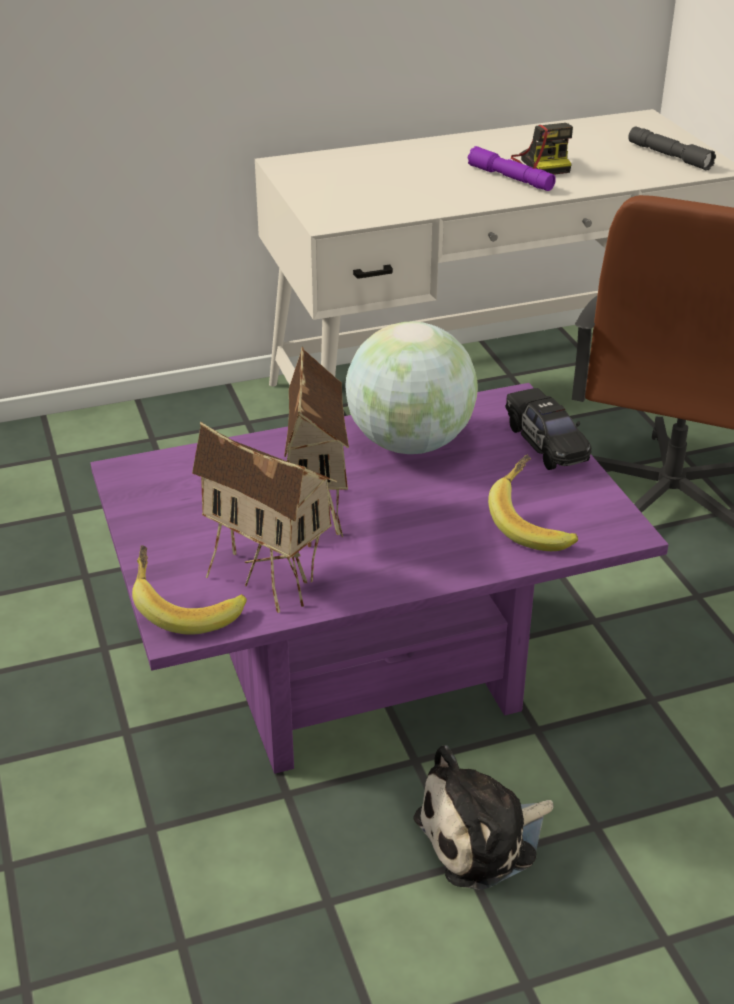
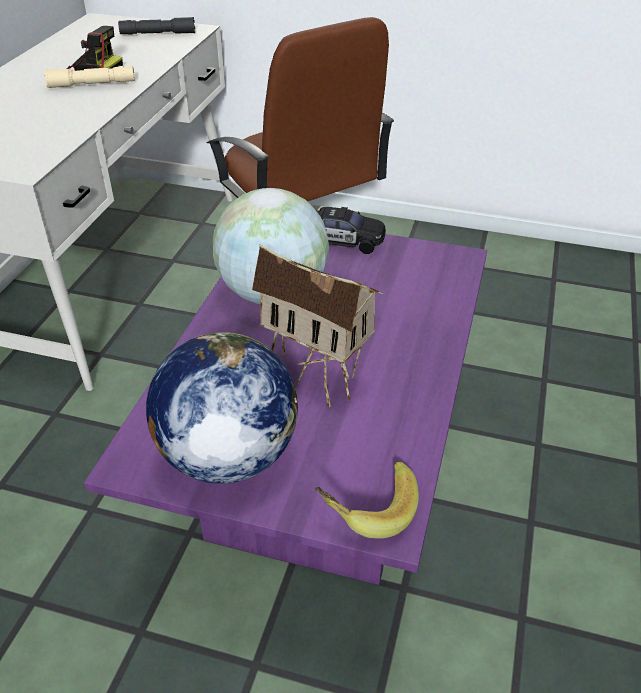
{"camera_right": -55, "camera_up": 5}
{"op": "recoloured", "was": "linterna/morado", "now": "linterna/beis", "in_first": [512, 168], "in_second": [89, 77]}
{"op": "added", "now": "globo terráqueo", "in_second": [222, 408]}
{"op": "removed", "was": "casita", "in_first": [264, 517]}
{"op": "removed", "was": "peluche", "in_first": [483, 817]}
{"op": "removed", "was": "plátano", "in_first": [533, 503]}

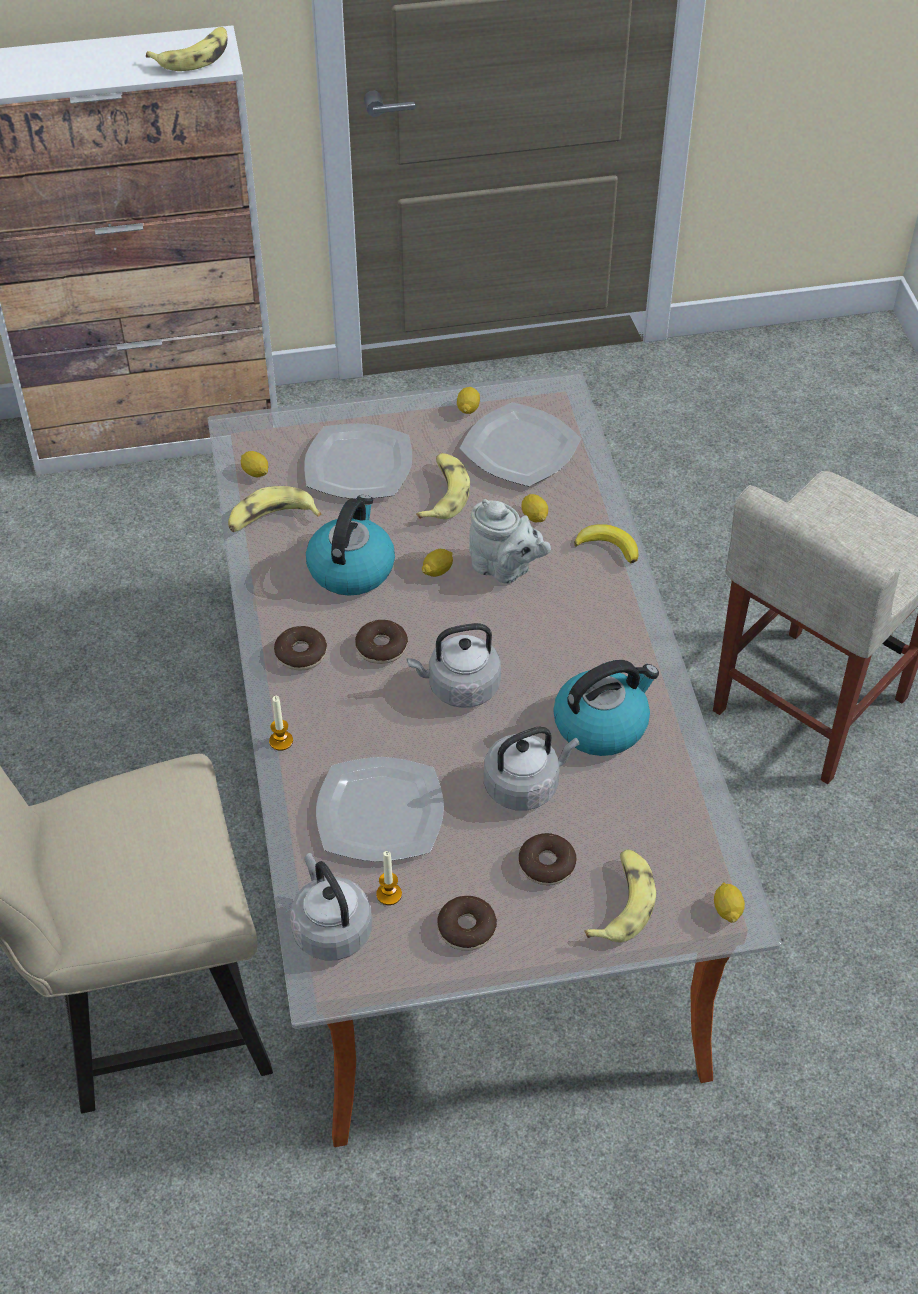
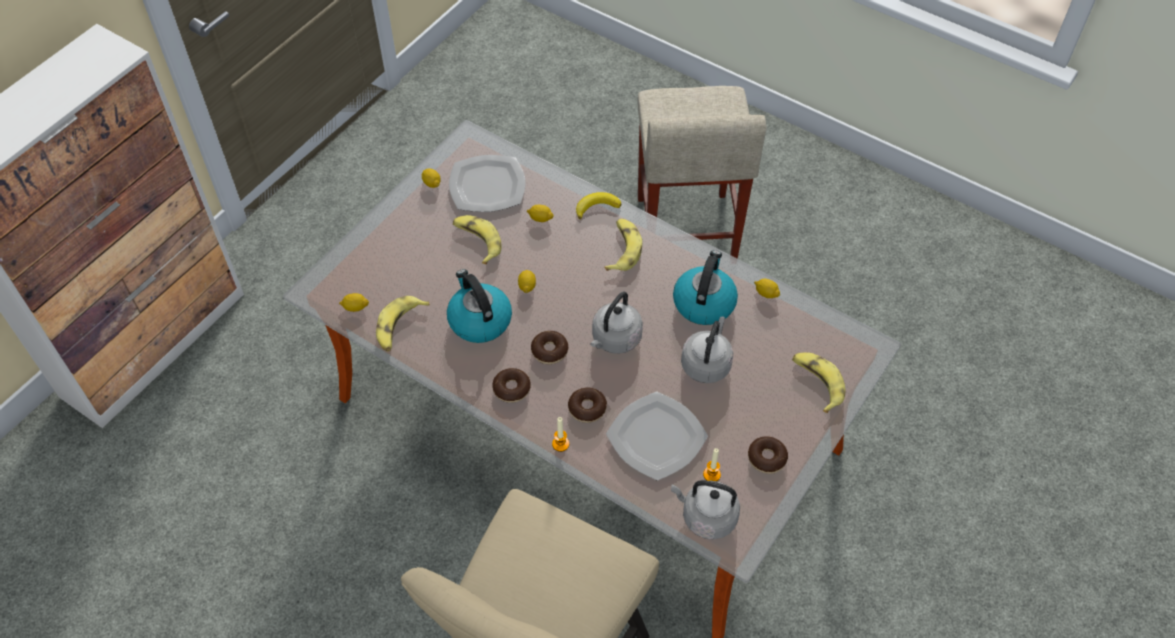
{"camera_right": -45, "camera_up": 5}
{"op": "moved", "was": "rosquilla", "in_first": [547, 859], "in_second": [587, 405]}
{"op": "moved", "was": "plátano", "in_first": [186, 49], "in_second": [623, 245]}
{"op": "moved", "was": "limón", "in_first": [729, 902], "in_second": [767, 288]}
{"op": "removed", "was": "plato", "in_first": [358, 461]}
{"op": "removed", "was": "tetera/gris", "in_first": [510, 541]}

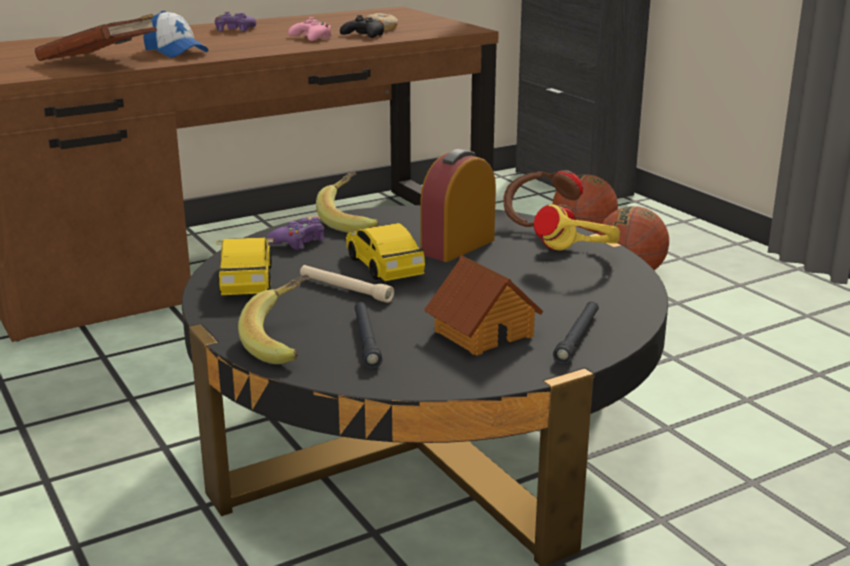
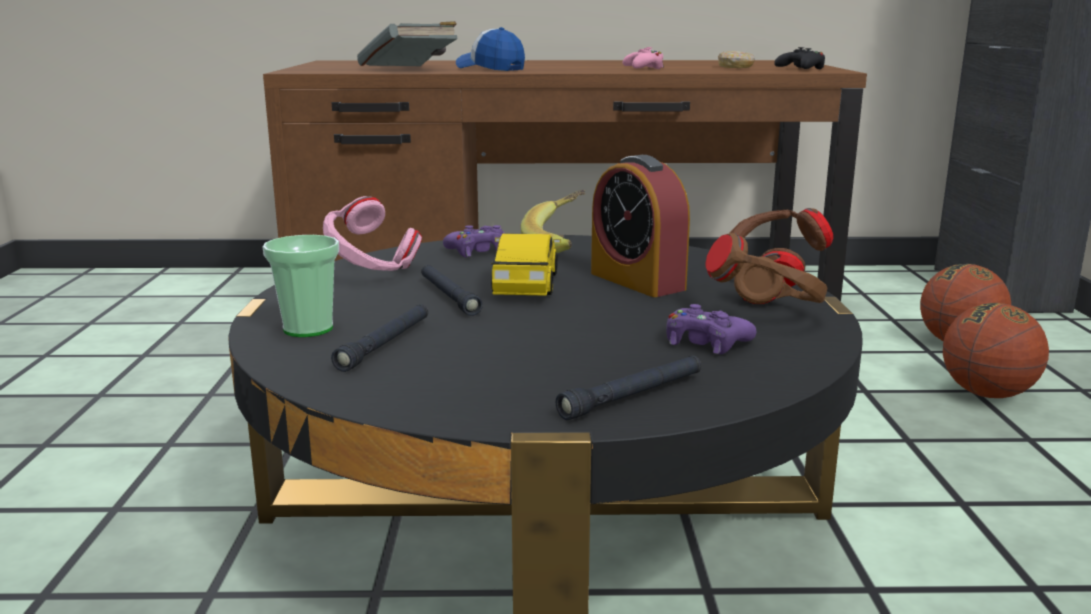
{"camera_right": 30, "camera_up": -5}
{"op": "replaced", "was": "plátano", "now": "taza", "in_first": [274, 319], "in_second": [301, 286]}
{"op": "replaced", "was": "coche de juguete", "now": "auriculares/rosa", "in_first": [245, 266], "in_second": [372, 233]}
{"op": "recoloured", "was": "libro/marrón", "now": "libro/gris", "in_first": [96, 37], "in_second": [407, 43]}
{"op": "recoloured", "was": "linterna/beis", "now": "linterna/negro", "in_first": [347, 284], "in_second": [452, 290]}
{"op": "turned", "was": "gorra", "in_first": [176, 34], "in_second": [490, 49], "clockwise": 150}
{"op": "turned", "was": "despertador", "in_first": [458, 205], "in_second": [640, 226], "clockwise": -105}
{"op": "moved", "was": "mando de consola/morado", "in_first": [235, 22], "in_second": [711, 329]}
{"op": "recoloured", "was": "auriculares/amarillo", "now": "auriculares/marrón", "in_first": [577, 227], "in_second": [766, 269]}
{"op": "moved", "was": "mando de consola/negro", "in_first": [362, 26], "in_second": [799, 58]}
{"op": "removed", "was": "casita", "in_first": [483, 305]}

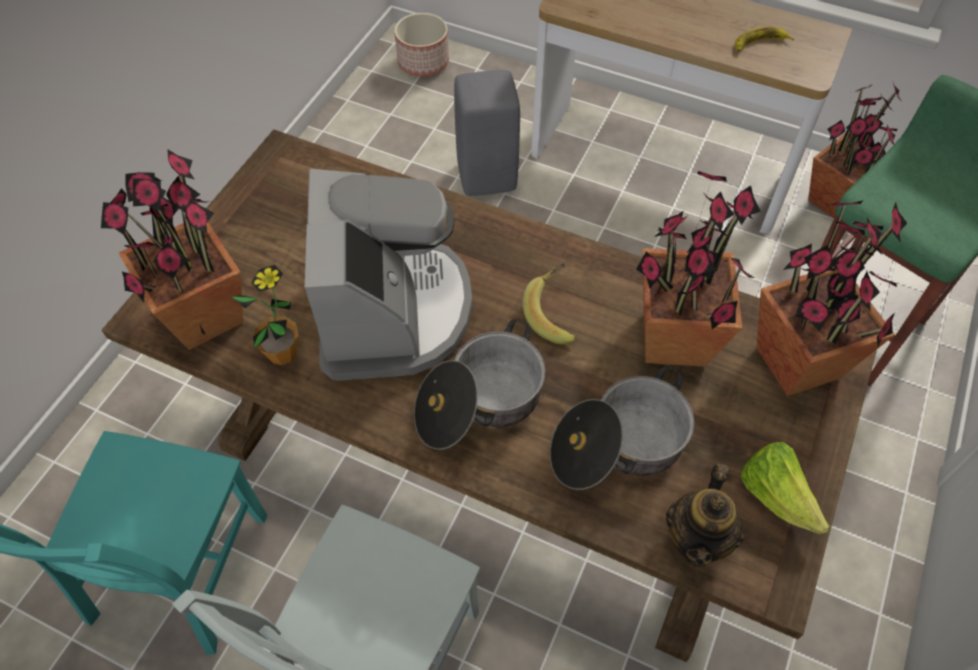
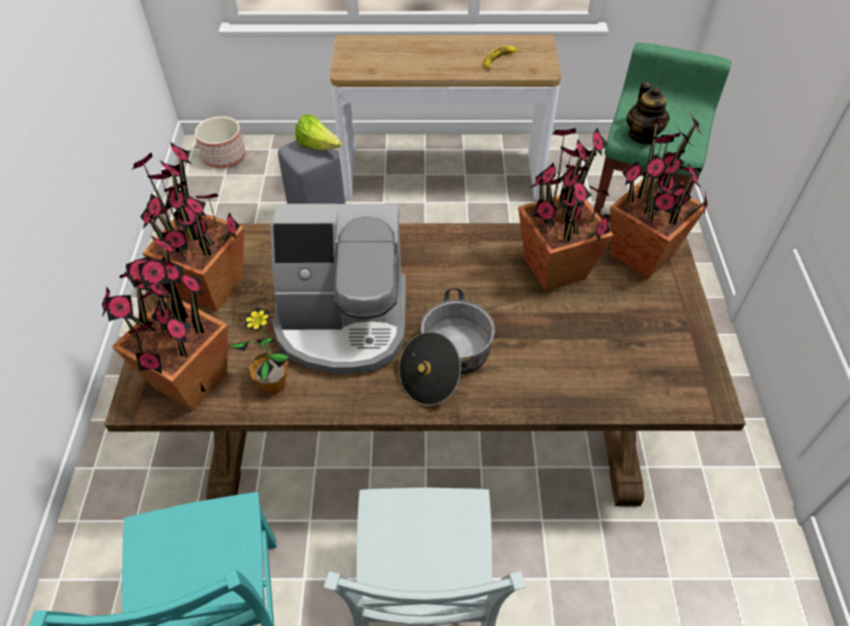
{"camera_right": -25, "camera_up": -5}
{"op": "moved", "was": "planta en maceta", "in_first": [855, 150], "in_second": [187, 227]}
{"op": "turned", "was": "cafetera", "in_first": [388, 274], "in_second": [338, 289], "clockwise": 120}
{"op": "moved", "was": "lechuga", "in_first": [785, 488], "in_second": [318, 132]}
{"op": "moved", "was": "tetera", "in_first": [705, 515], "in_second": [648, 113]}
{"op": "removed", "was": "plátano", "in_first": [549, 303]}
{"op": "removed", "was": "olla", "in_first": [622, 428]}

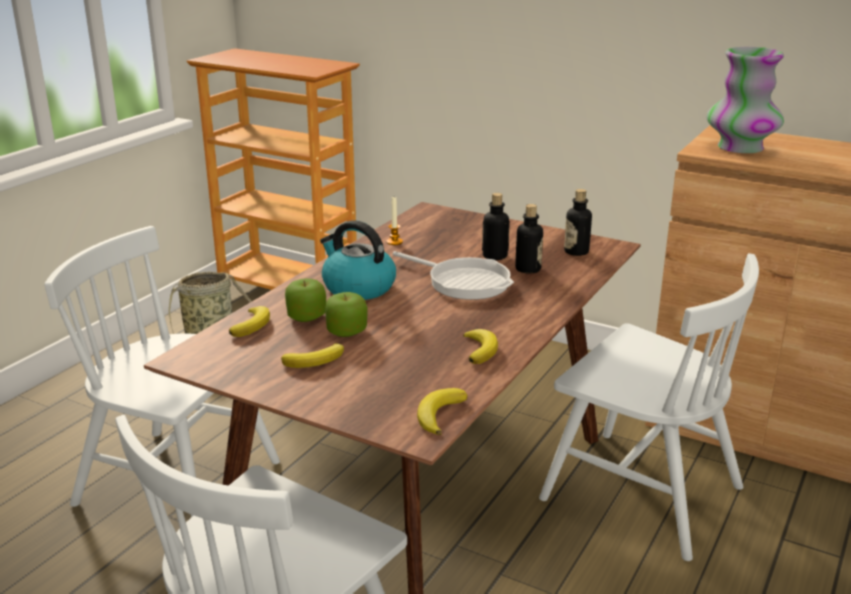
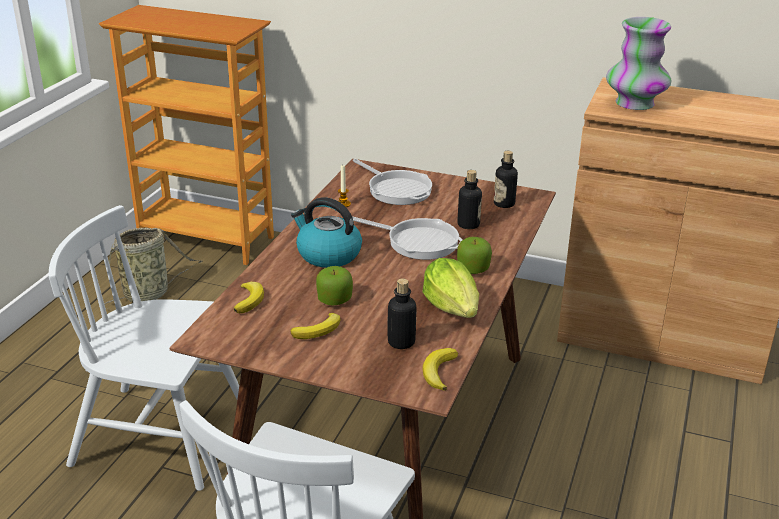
{"camera_right": -10, "camera_up": 5}
{"op": "added", "now": "sartén", "in_second": [392, 182]}
{"op": "moved", "was": "botella", "in_first": [496, 226], "in_second": [402, 314]}
{"op": "replaced", "was": "plátano", "now": "lechuga", "in_first": [480, 346], "in_second": [450, 288]}
{"op": "moved", "was": "manzana", "in_first": [305, 300], "in_second": [474, 255]}
{"op": "removed", "was": "silla/blanco", "in_first": [649, 407]}

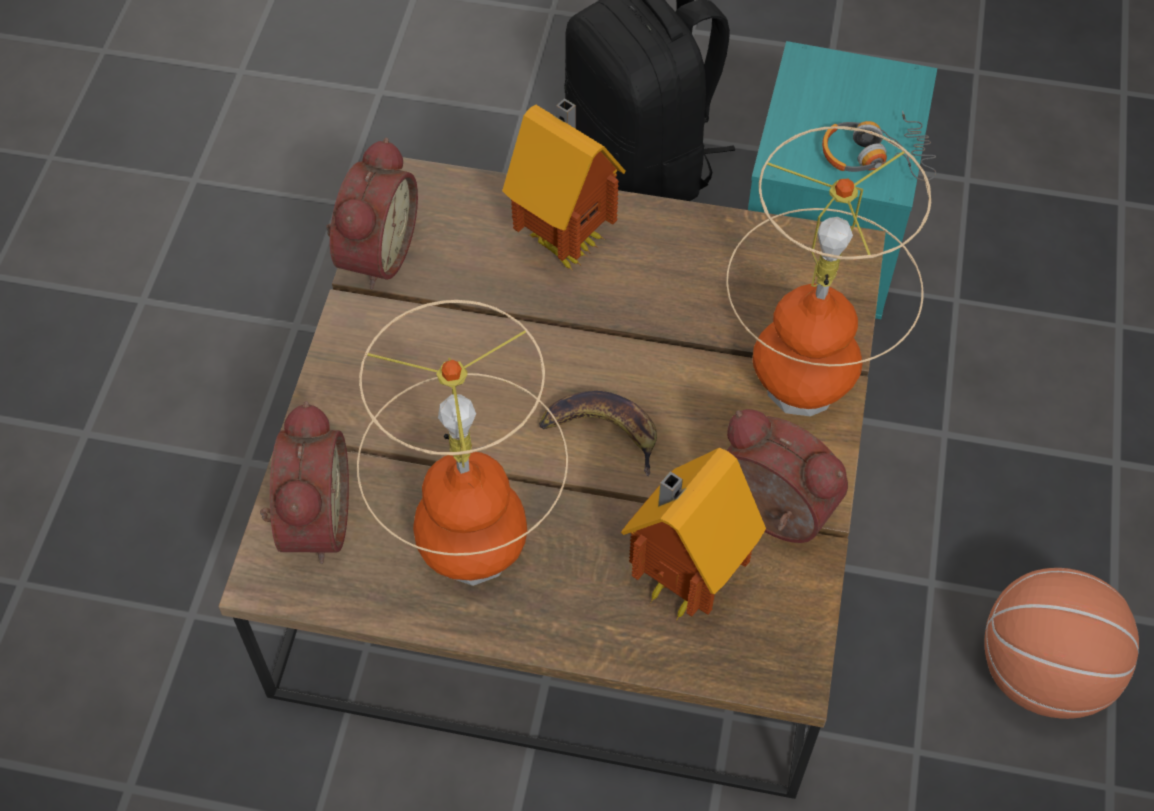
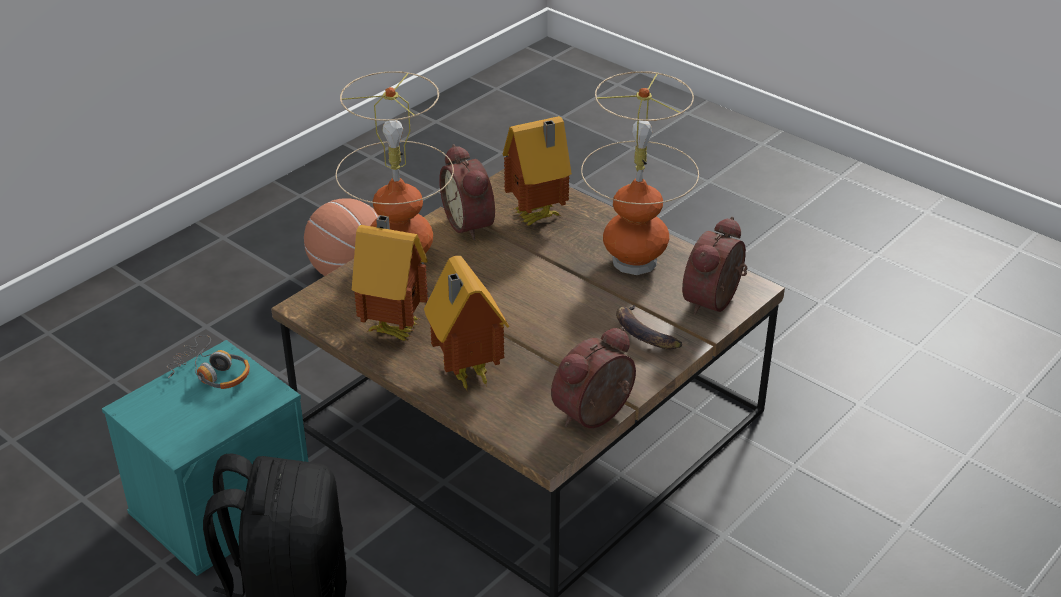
{"camera_right": -150, "camera_up": -20}
{"op": "added", "now": "casita", "in_second": [390, 278]}
{"op": "moved", "was": "plátano", "in_first": [598, 433], "in_second": [649, 327]}

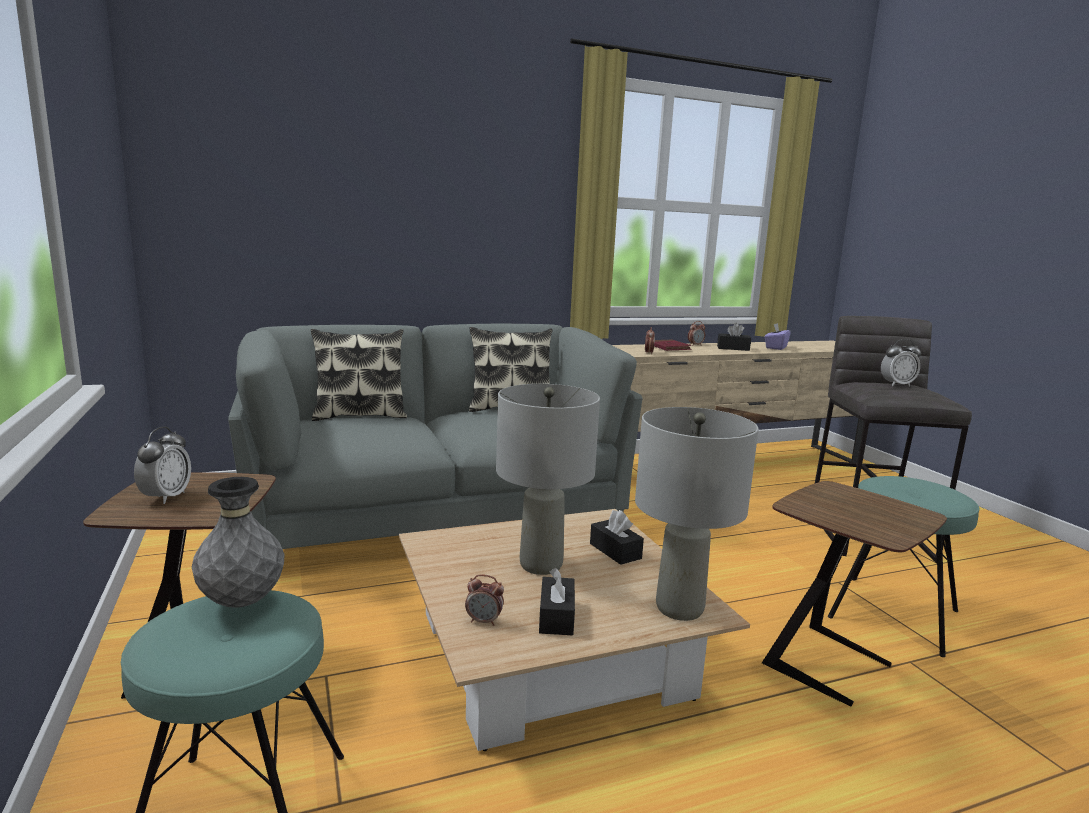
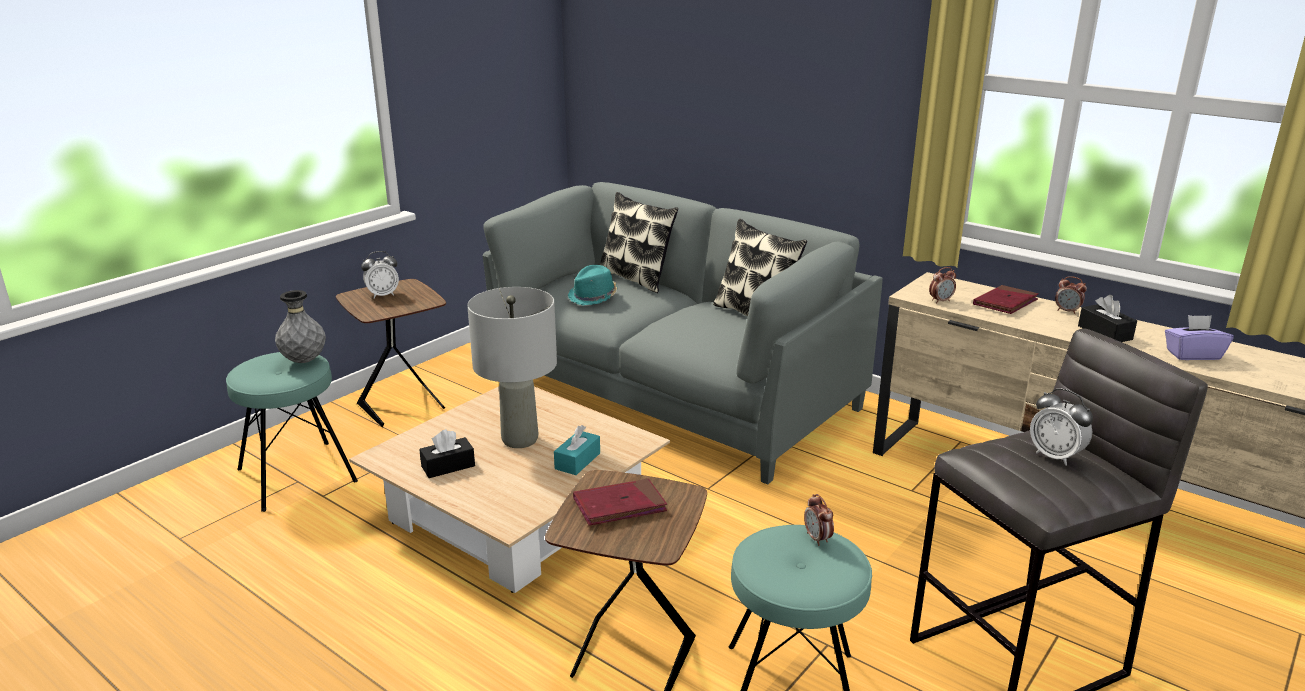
{"camera_right": 60, "camera_up": 10}
{"op": "recoloured", "was": "caja de pañuelos/negro", "now": "caja de pañuelos/turquesa", "in_first": [617, 537], "in_second": [577, 450]}
{"op": "added", "now": "sombrero/turquesa", "in_second": [592, 285]}
{"op": "added", "now": "libro/rojo", "in_second": [620, 502]}
{"op": "moved", "was": "despertador", "in_first": [484, 600], "in_second": [819, 520]}
{"op": "removed", "was": "lámpara de mesa/gris", "in_first": [697, 514]}

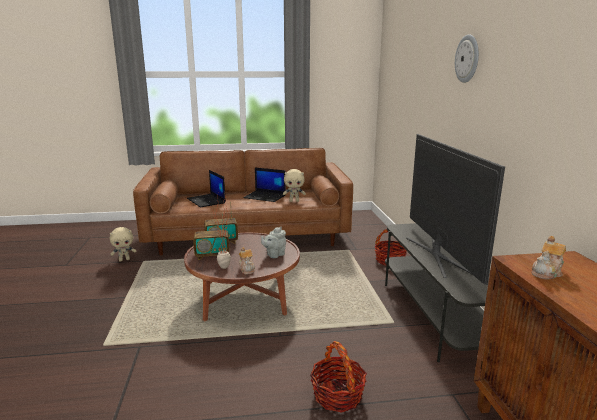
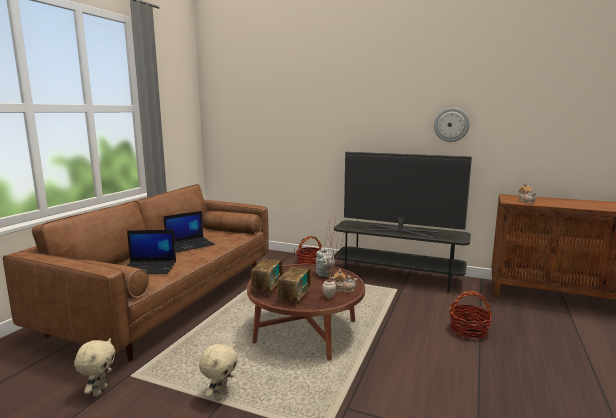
{"camera_right": -60, "camera_up": -5}
{"op": "moved", "was": "peluche/beis", "in_first": [294, 185], "in_second": [218, 372]}
{"op": "moved", "was": "reloj de pared", "in_first": [467, 58], "in_second": [452, 125]}

